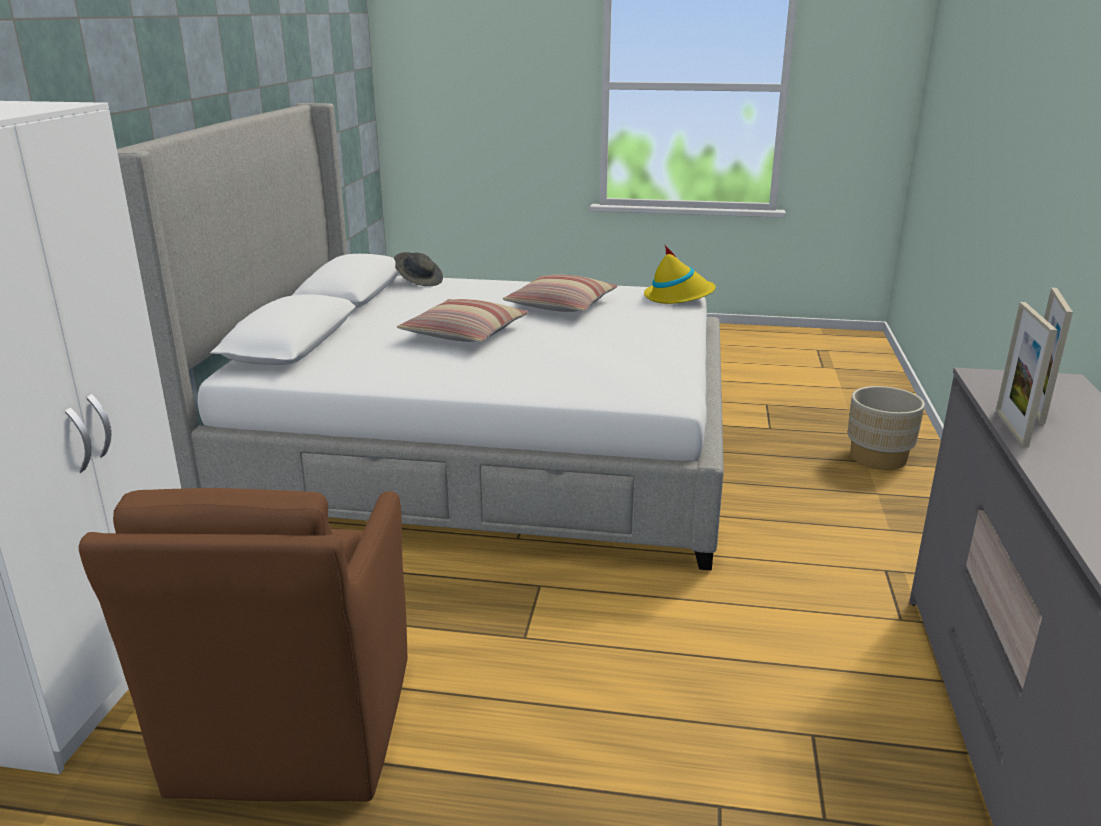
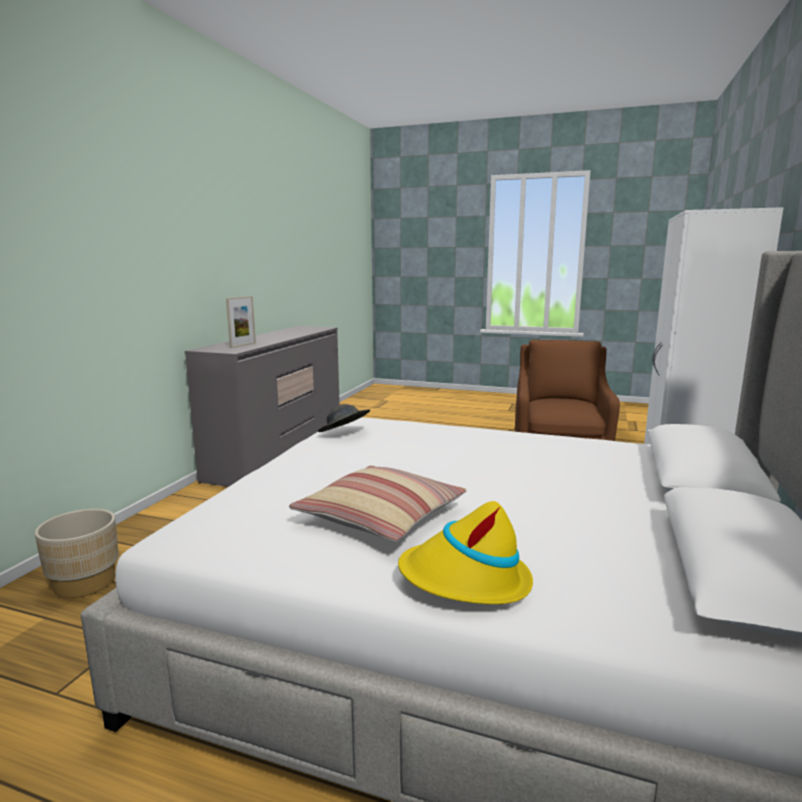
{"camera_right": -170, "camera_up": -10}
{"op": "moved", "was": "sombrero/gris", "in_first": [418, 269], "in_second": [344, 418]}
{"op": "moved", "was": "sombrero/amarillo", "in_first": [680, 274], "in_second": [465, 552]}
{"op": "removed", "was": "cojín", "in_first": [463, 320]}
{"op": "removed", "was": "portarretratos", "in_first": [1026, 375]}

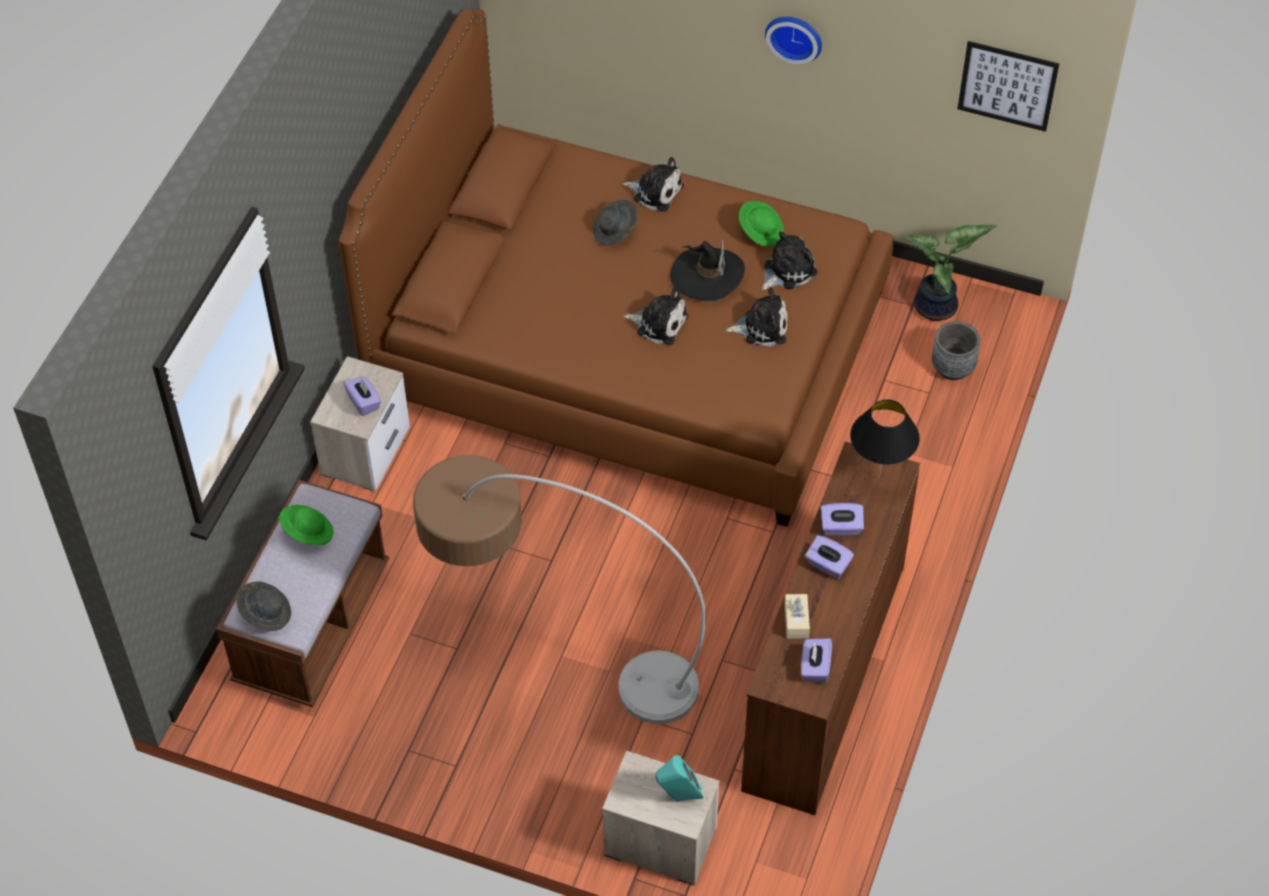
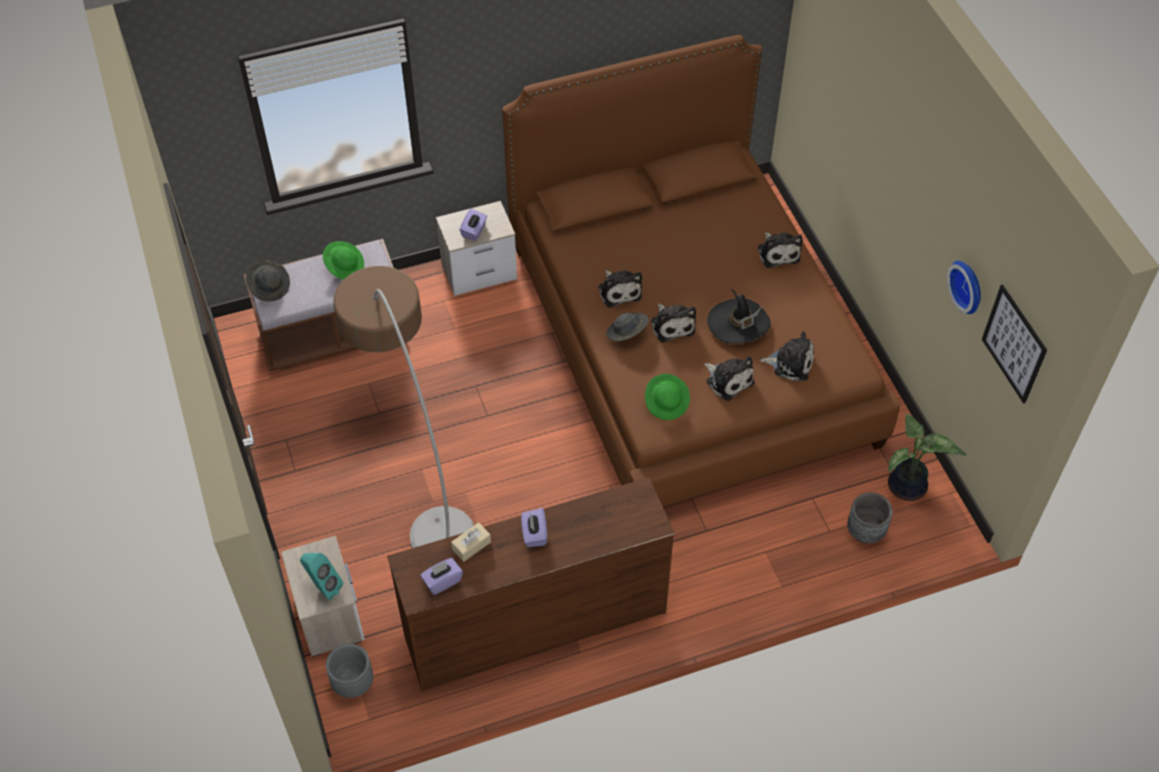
{"camera_right": 50, "camera_up": 0}
{"op": "added", "now": "maceta/gris", "in_second": [349, 671]}
{"op": "added", "now": "peluche", "in_second": [620, 289]}
{"op": "moved", "was": "sombrero/gris", "in_first": [615, 223], "in_second": [627, 327]}
{"op": "moved", "was": "sombrero/verde", "in_first": [761, 224], "in_second": [667, 397]}
{"op": "moved", "was": "reloj de pared", "in_first": [793, 40], "in_second": [964, 287]}
{"op": "removed", "was": "caja de pañuelos/morado", "in_first": [842, 519]}
{"op": "removed", "was": "lámpara de mesa/negro", "in_first": [885, 439]}

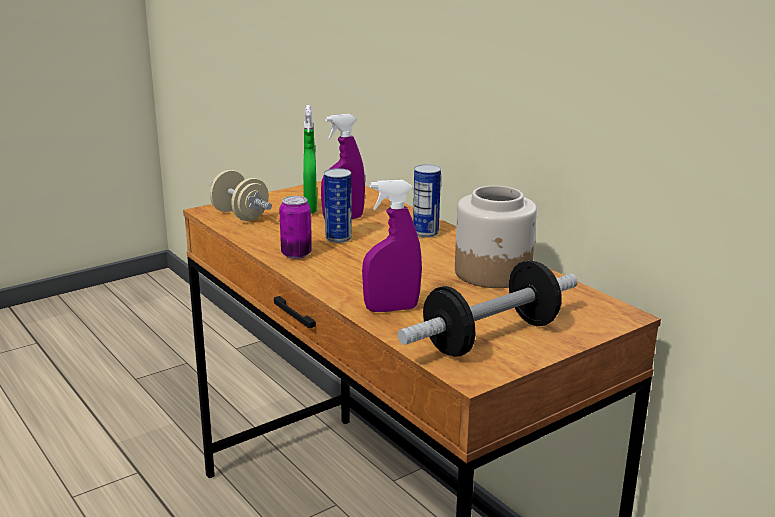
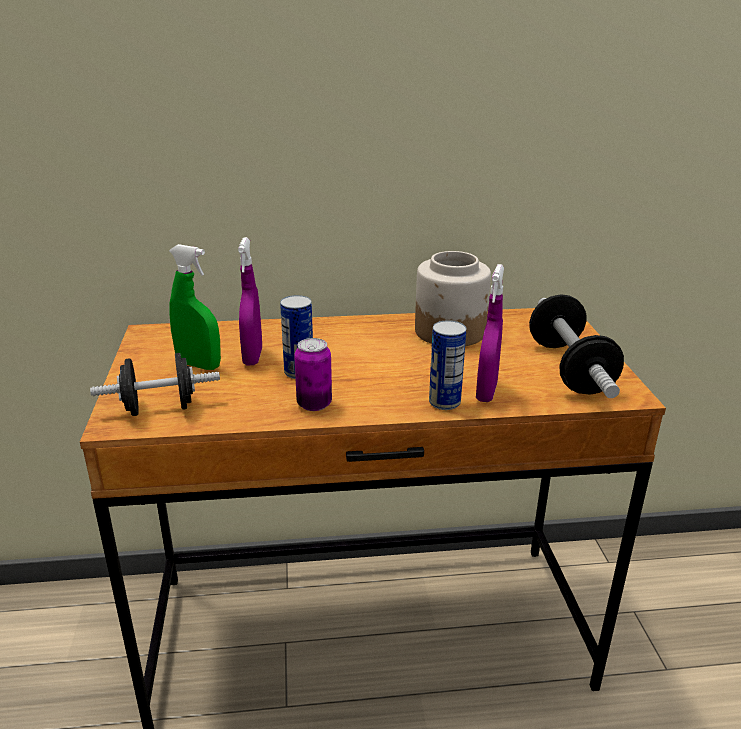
{"camera_right": -60, "camera_up": 5}
{"op": "recoloured", "was": "mancuerna/beis", "now": "mancuerna/negro", "in_first": [241, 195], "in_second": [155, 384]}
{"op": "moved", "was": "lata", "in_first": [427, 201], "in_second": [447, 365]}

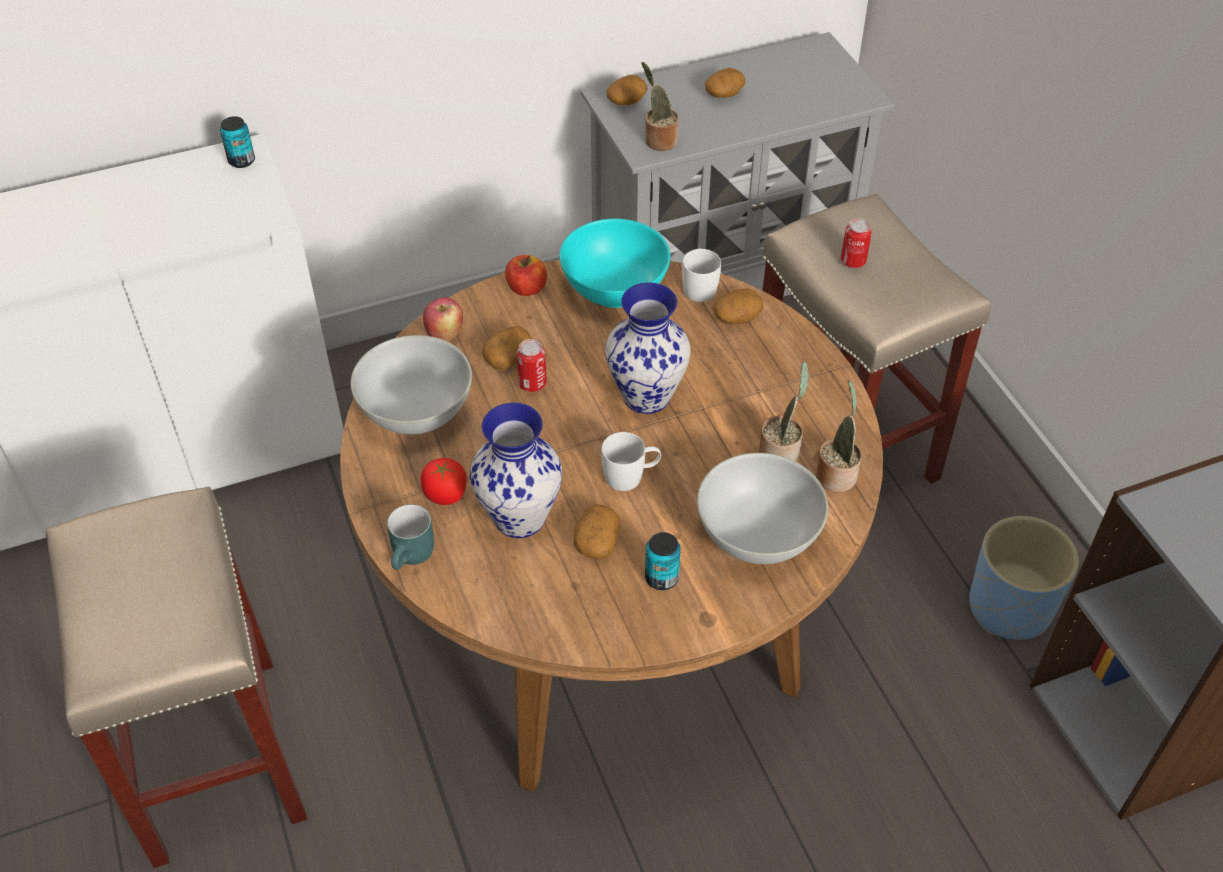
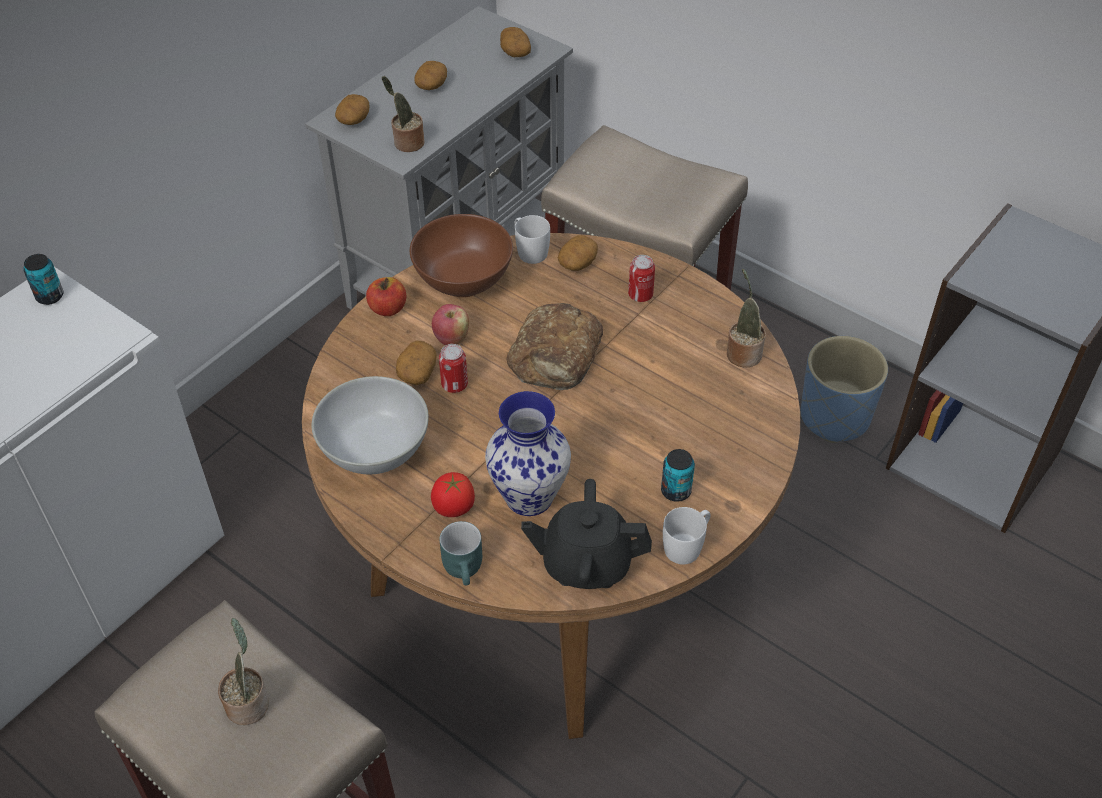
{"camera_right": -30, "camera_up": 0}
{"op": "moved", "was": "planta en maceta", "in_first": [784, 411], "in_second": [243, 671]}
{"op": "recoloured", "was": "cuenco/turquesa", "now": "cuenco/marrón", "in_first": [614, 263], "in_second": [461, 255]}
{"op": "moved", "was": "manzana", "in_first": [443, 319], "in_second": [450, 324]}
{"op": "moved", "was": "patata", "in_first": [597, 531], "in_second": [515, 42]}
{"op": "replaced", "was": "florero", "now": "pan", "in_first": [648, 348], "in_second": [554, 346]}
{"op": "added", "now": "tetera/negro", "in_second": [586, 534]}
{"op": "moved", "was": "lata", "in_first": [856, 243], "in_second": [641, 278]}
{"op": "moved", "was": "taza grande/blanco", "in_first": [631, 461], "in_second": [687, 536]}
{"op": "removed", "was": "cuenco/blanco", "in_first": [762, 508]}

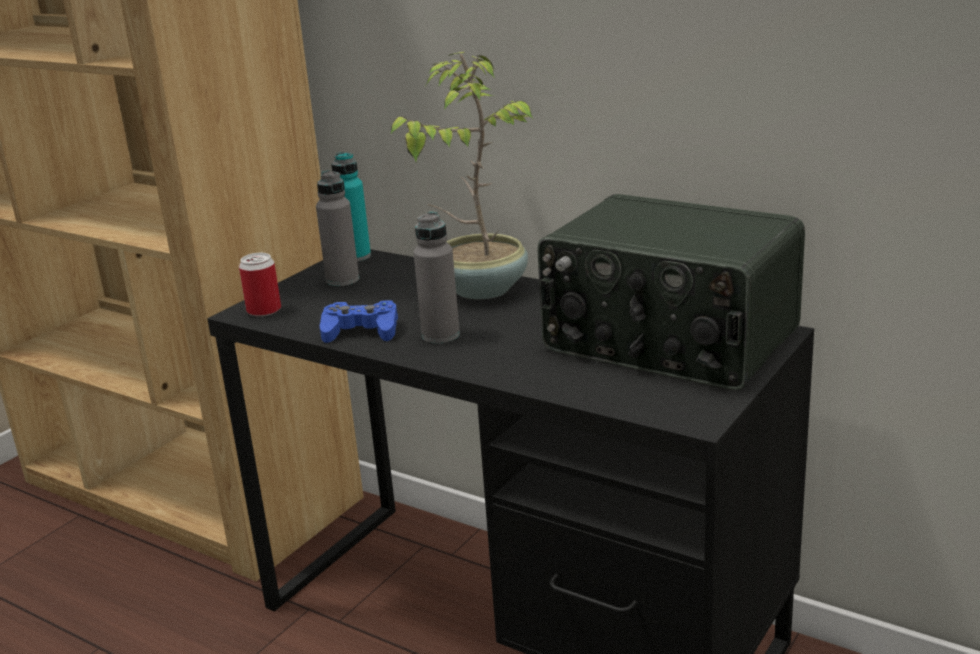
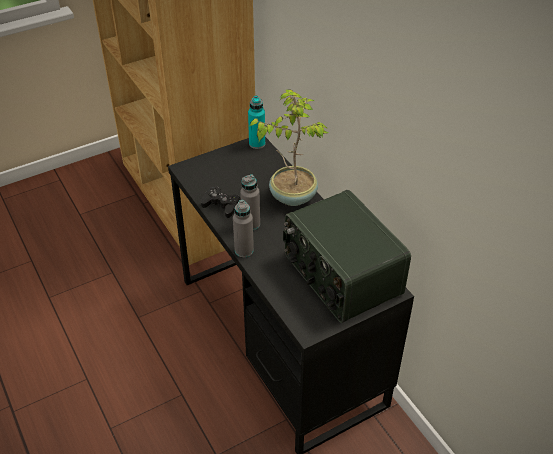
{"camera_right": 25, "camera_up": 20}
{"op": "recoloured", "was": "mando de consola/azul", "now": "mando de consola/negro", "in_first": [359, 321], "in_second": [220, 202]}
{"op": "moved", "was": "botella/gris", "in_first": [337, 228], "in_second": [243, 228]}
{"op": "removed", "was": "lata", "in_first": [260, 285]}

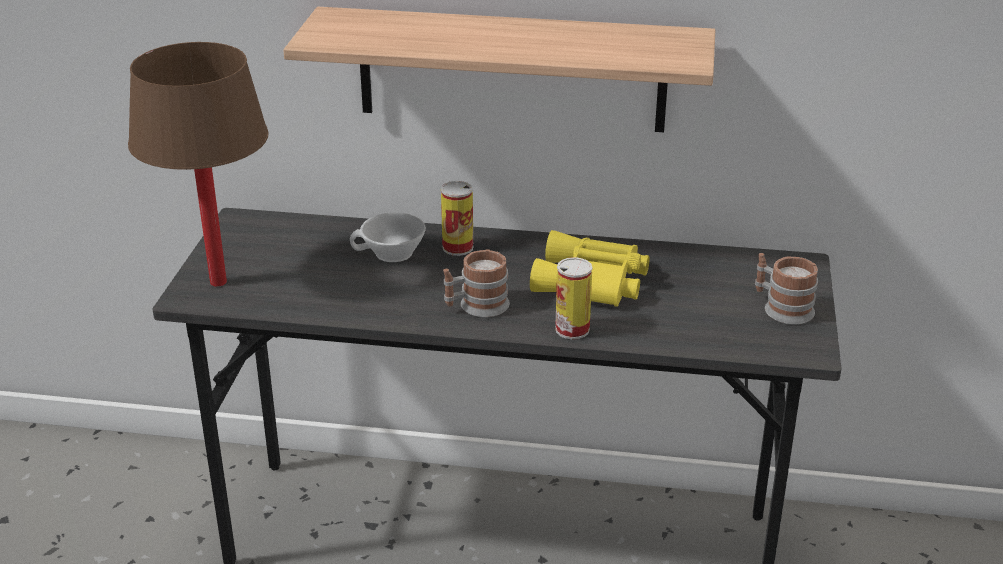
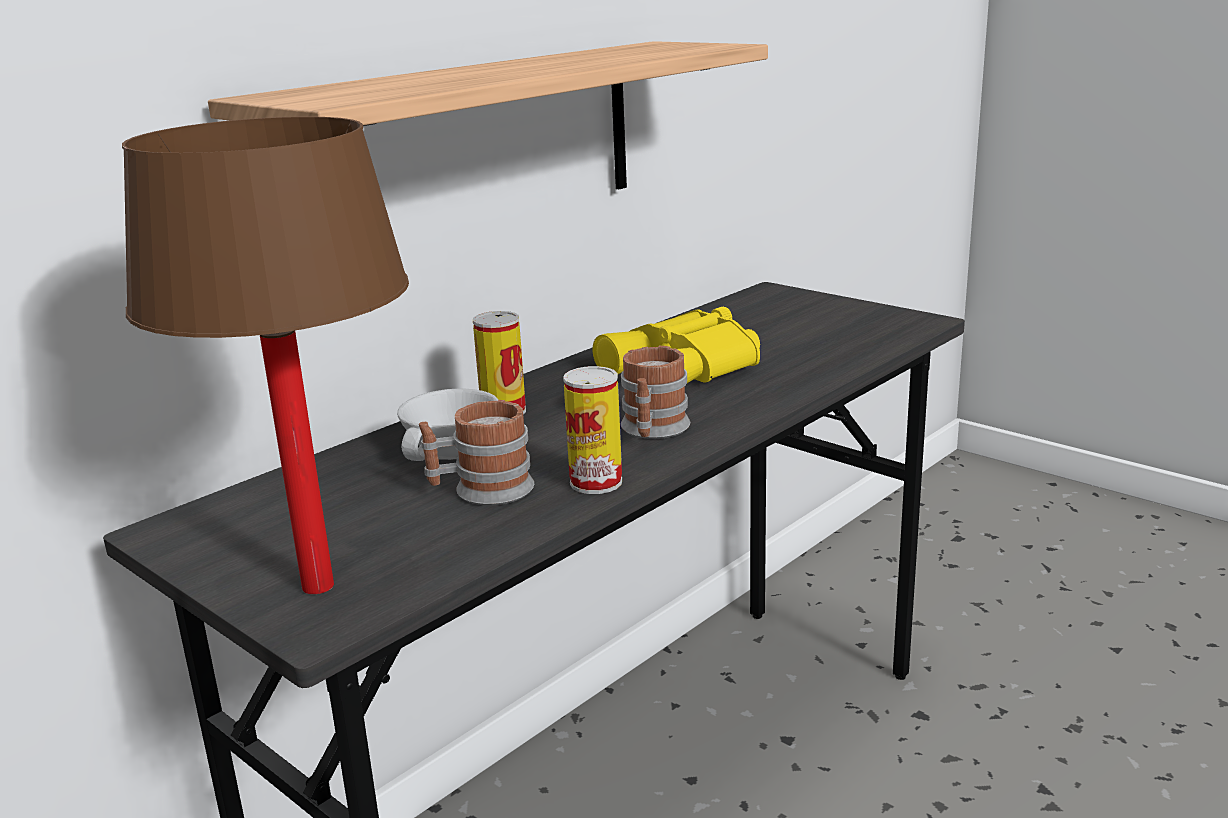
{"camera_right": -55, "camera_up": -10}
{"op": "moved", "was": "taza grande", "in_first": [786, 289], "in_second": [476, 452]}
{"op": "moved", "was": "lata", "in_first": [573, 298], "in_second": [592, 430]}

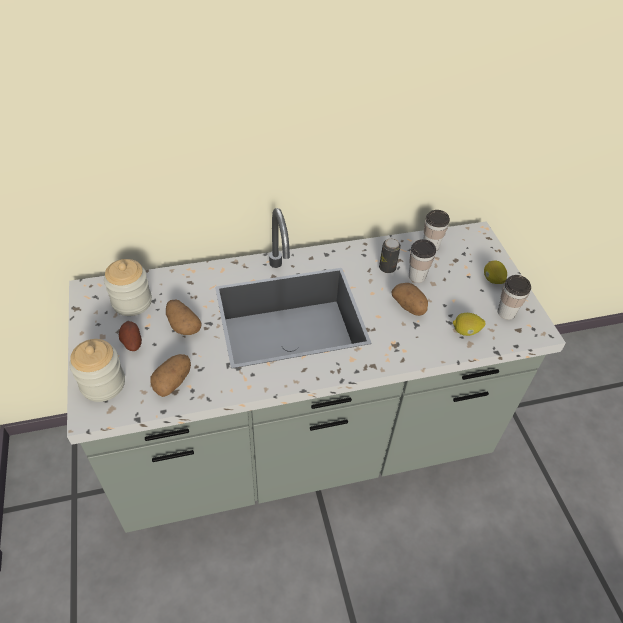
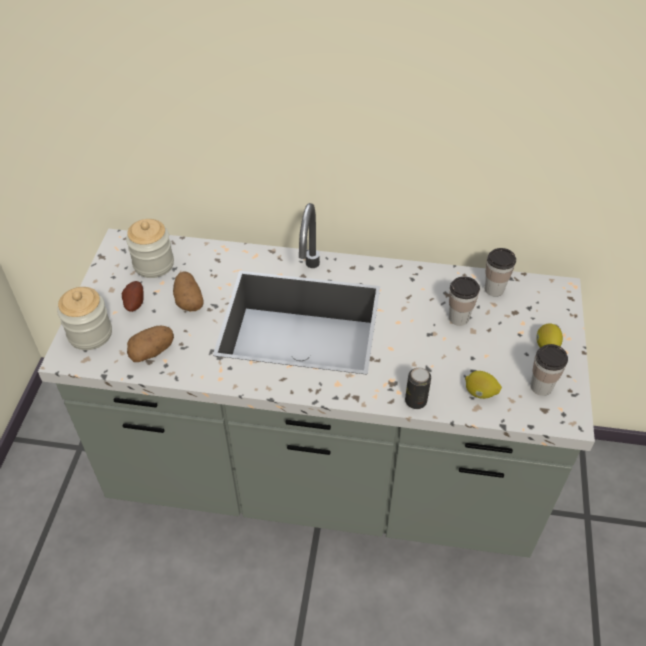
{"camera_right": 25, "camera_up": 0}
{"op": "moved", "was": "lata", "in_first": [390, 255], "in_second": [418, 388]}
{"op": "removed", "was": "patata", "in_first": [410, 299]}

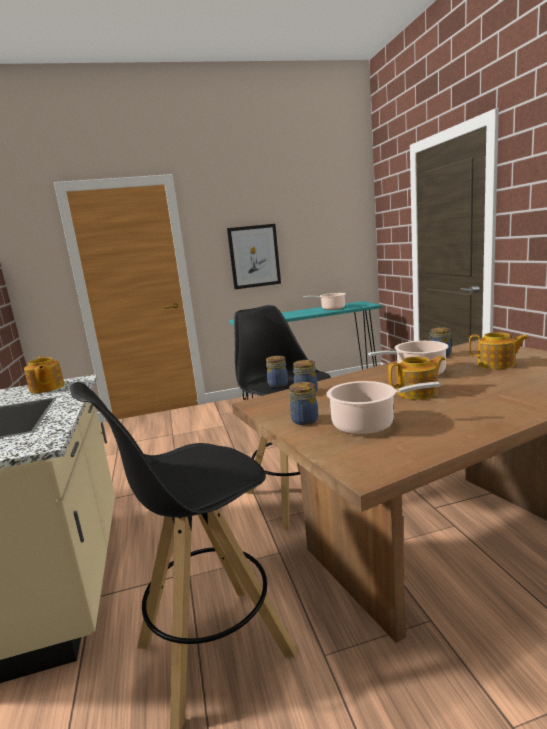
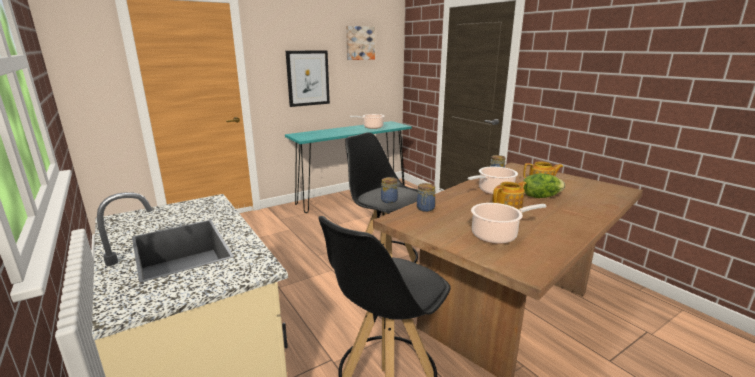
{"camera_right": -20, "camera_up": 5}
{"op": "added", "now": "cuadro", "in_second": [360, 43]}
{"op": "added", "now": "lechuga", "in_second": [544, 185]}
{"op": "removed", "was": "tetera", "in_first": [44, 374]}
{"op": "removed", "was": "tarro", "in_first": [303, 403]}

